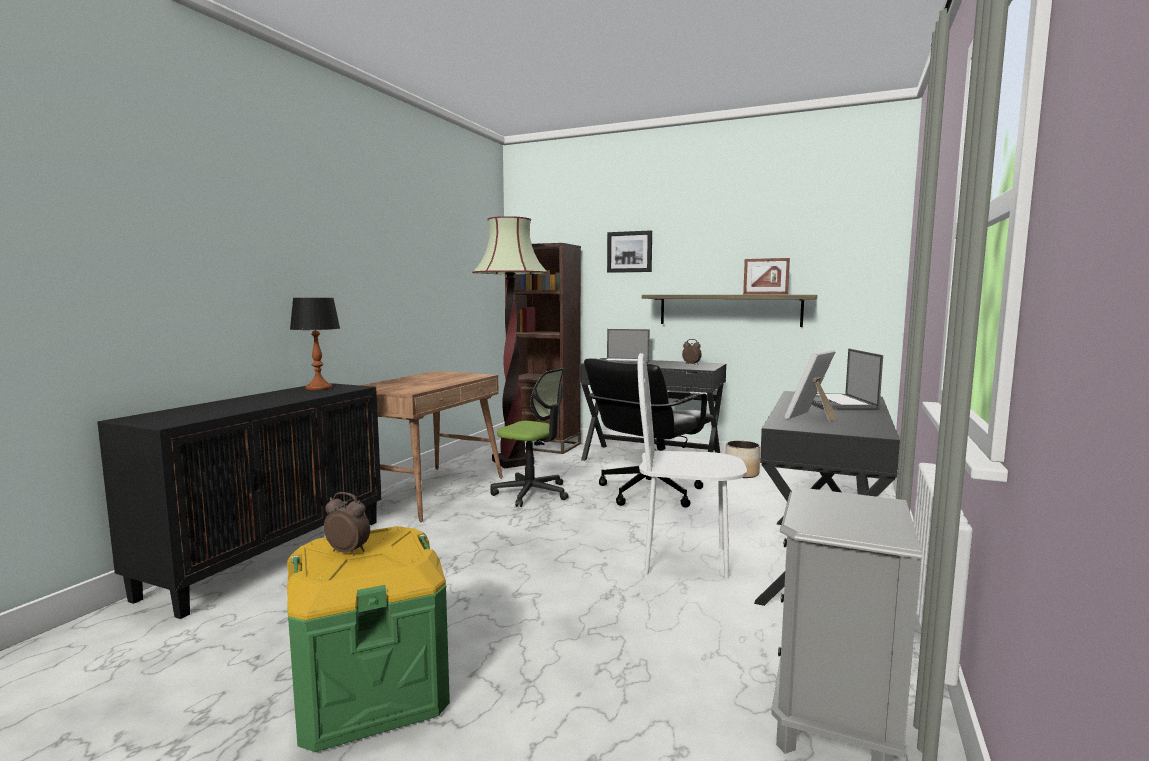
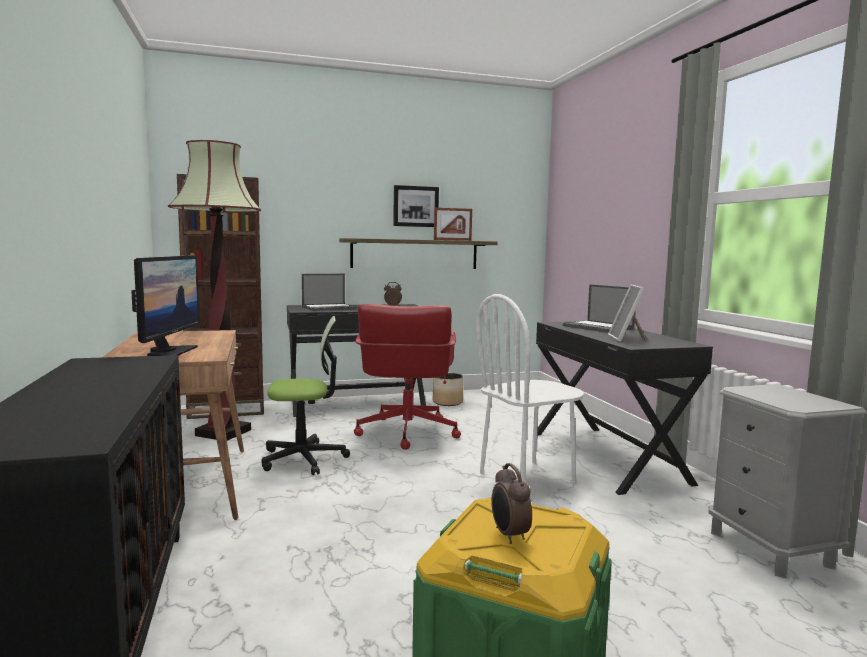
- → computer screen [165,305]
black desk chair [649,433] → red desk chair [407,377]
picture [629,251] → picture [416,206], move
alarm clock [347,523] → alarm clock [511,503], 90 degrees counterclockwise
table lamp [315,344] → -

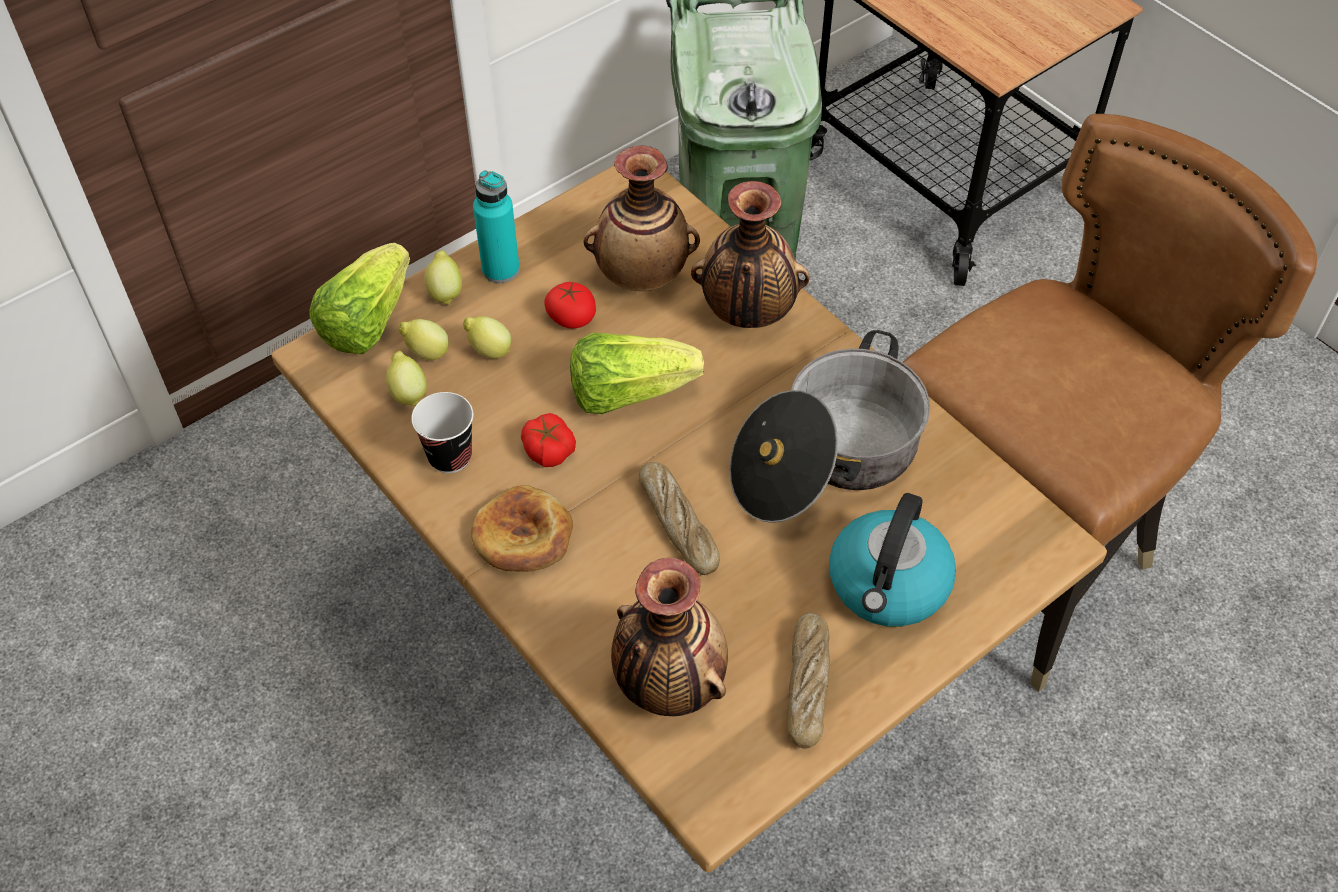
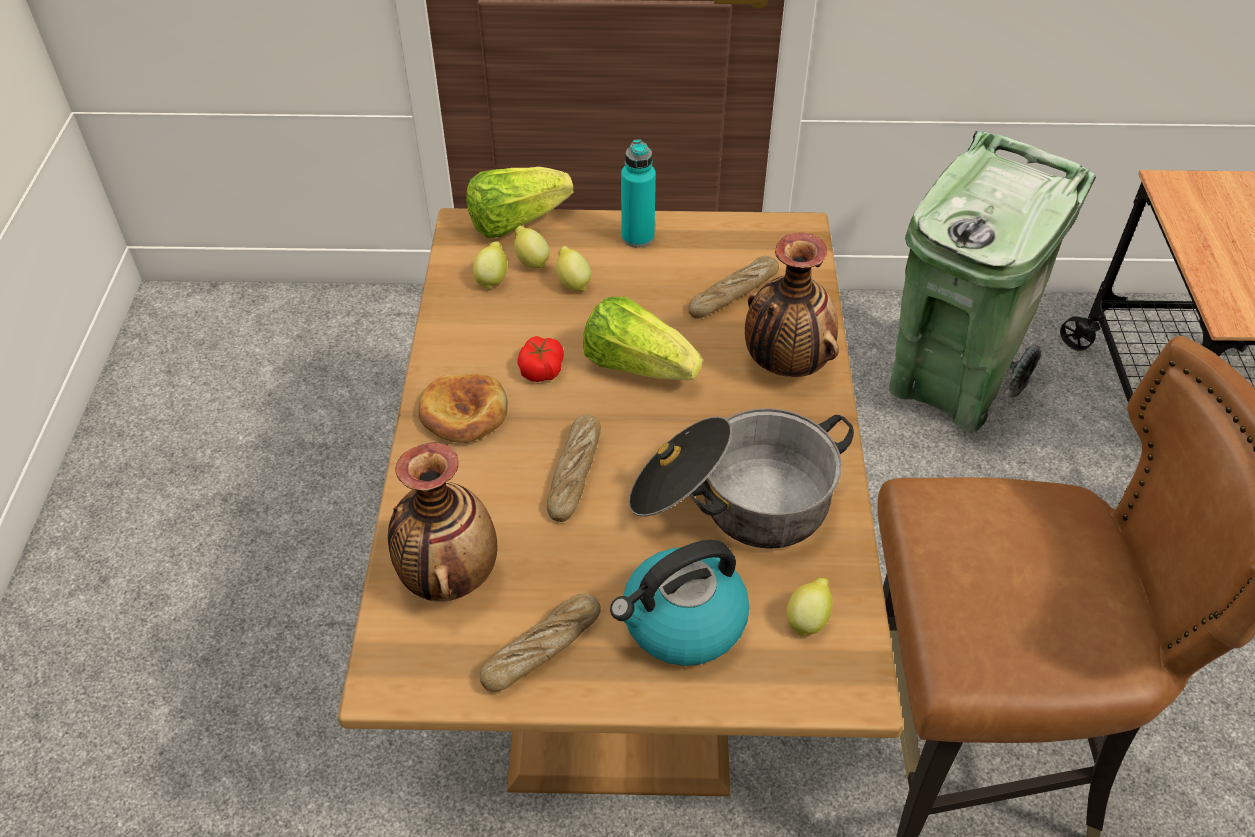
vase [642,218] → baked bread [733,287]
whole lemon [443,277] → whole lemon [809,607], move
drinking cup [442,432] → -
tomato [570,305] → -

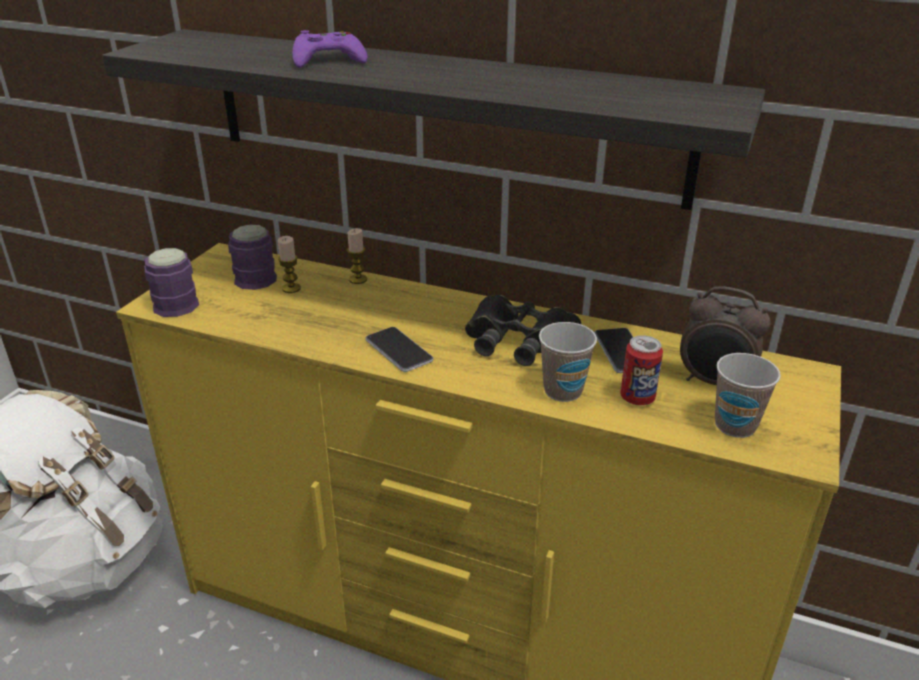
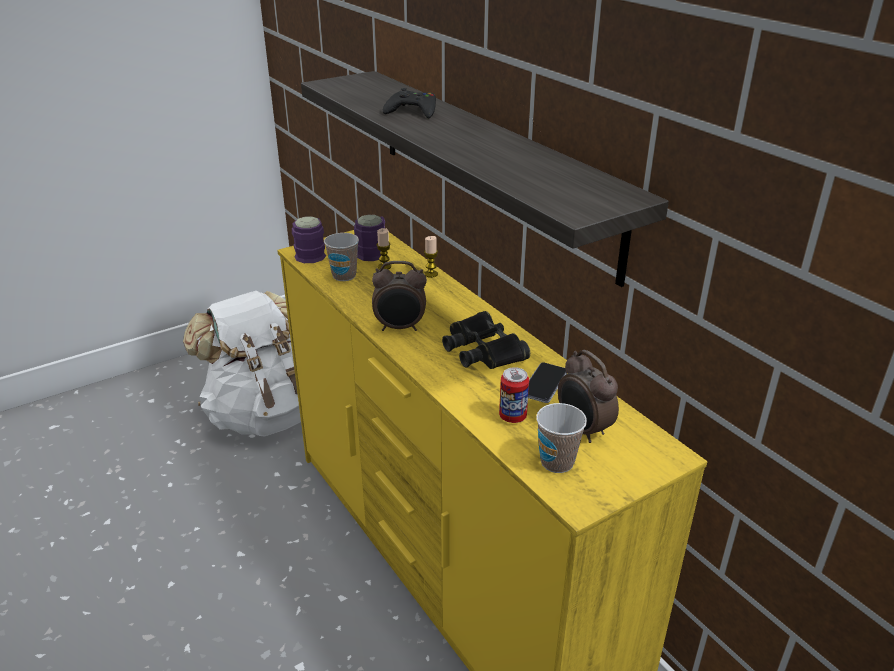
drinking cup [568,362] → drinking cup [341,257], move
phone [399,349] → alarm clock [399,296]
purple gamepad [330,49] → black gamepad [409,103]

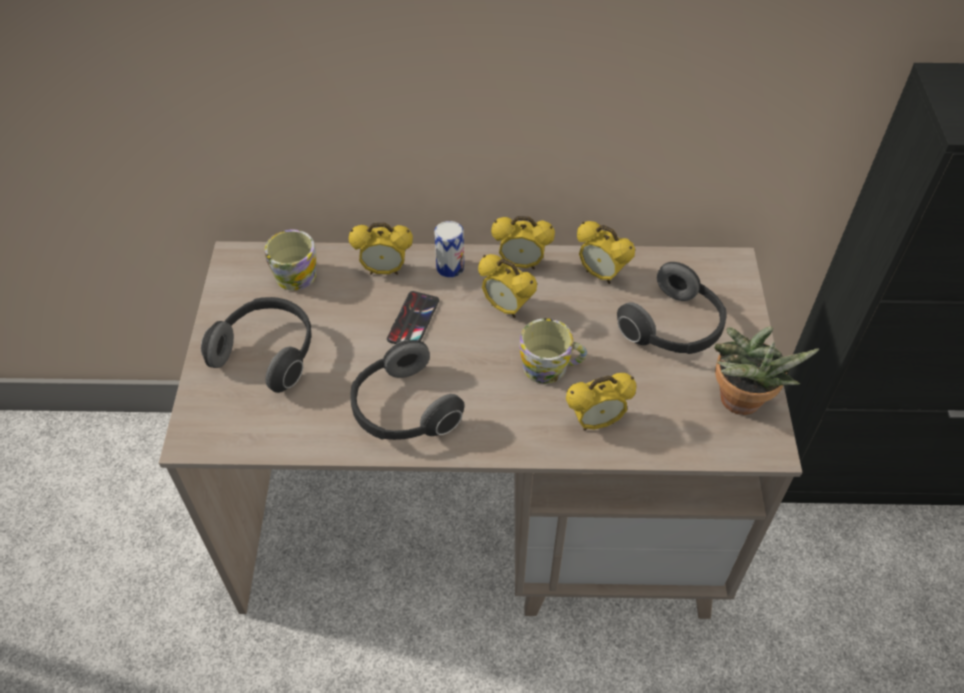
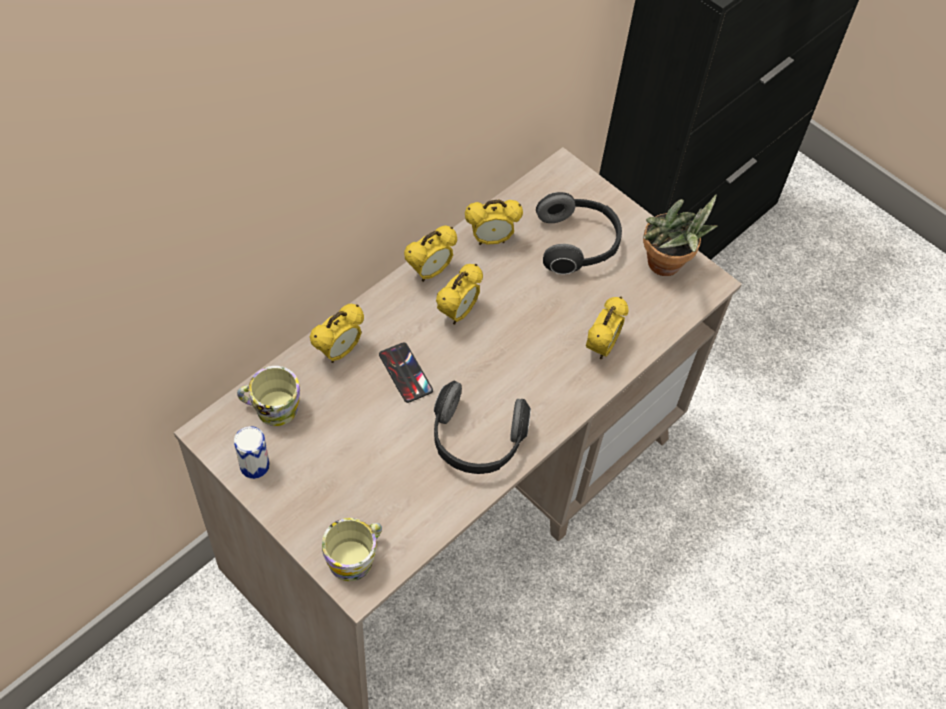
can [449,249] → can [252,452], move
coffee mug [553,351] → coffee mug [352,549], move
alarm clock [507,286] → alarm clock [459,294], 45 degrees counterclockwise
headset [256,345] → -

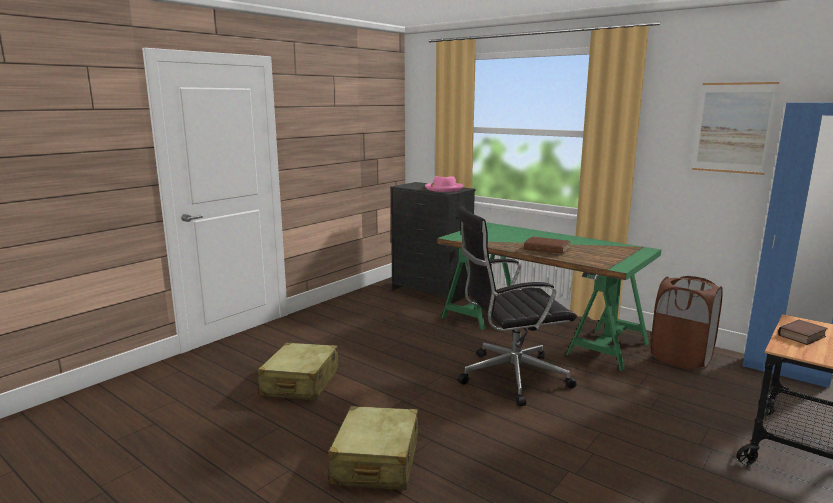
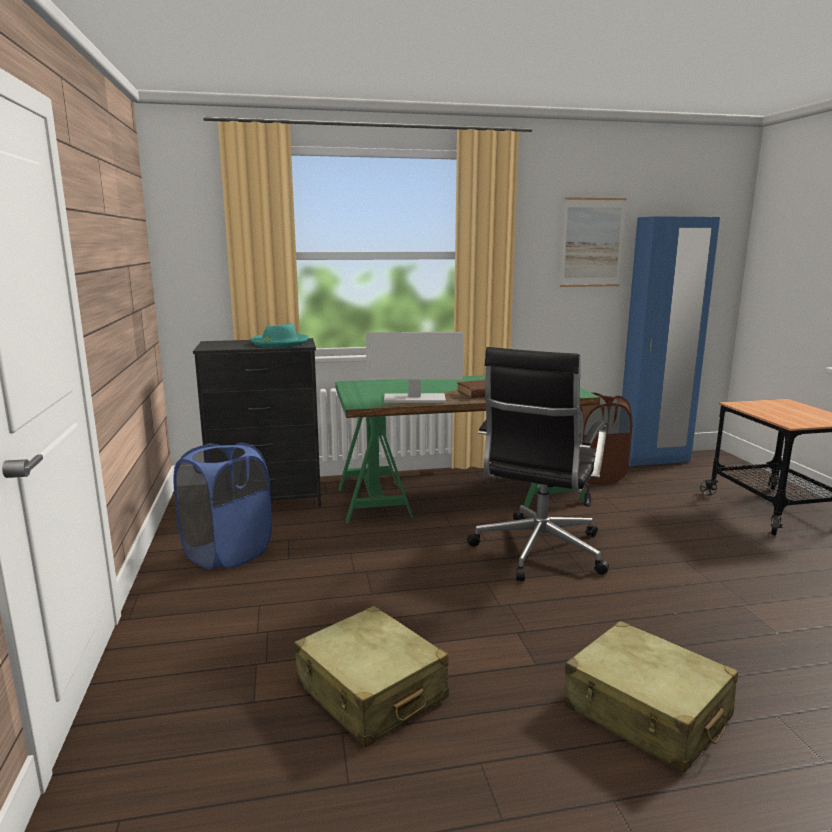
- → blue-coloured laundry basket [222,506]
pink-coloured hat [444,184] → blue-green hat [280,335]
- → computer screen [414,367]
bound book [803,332] → -

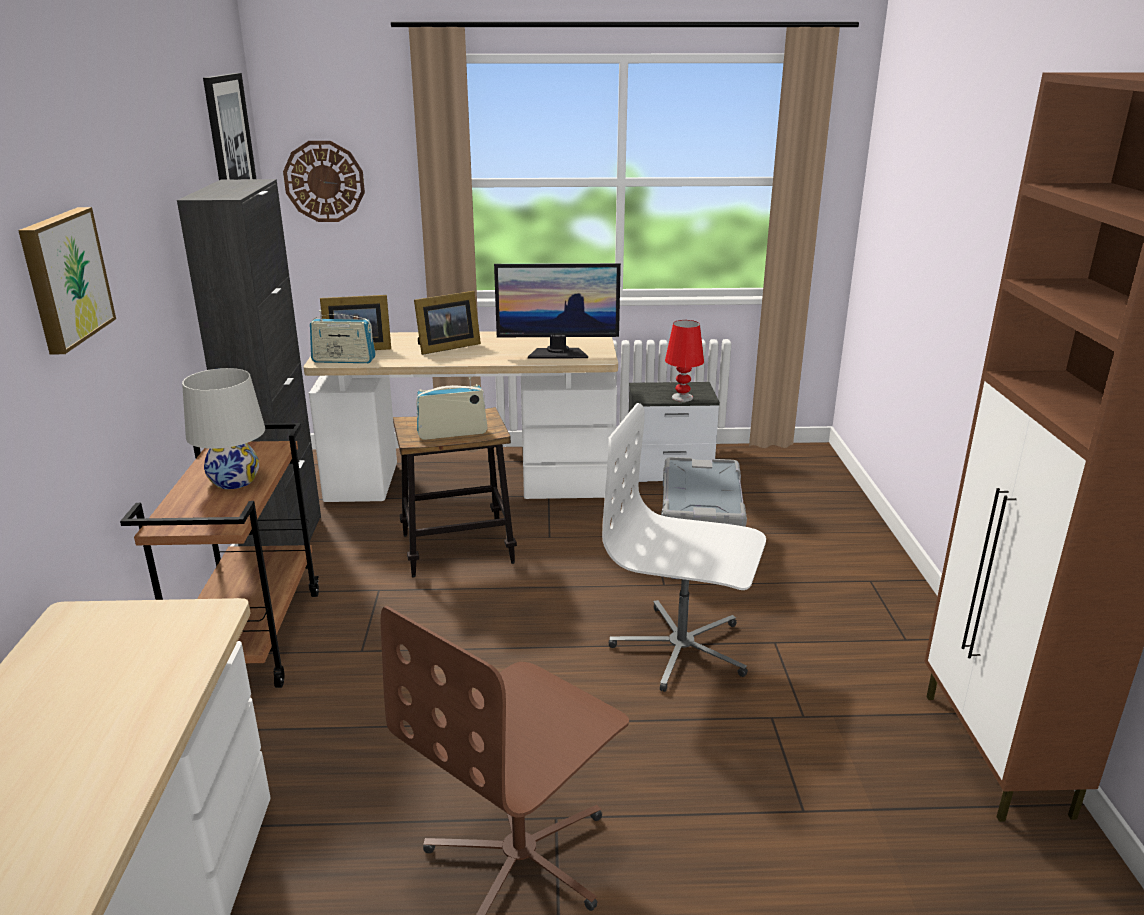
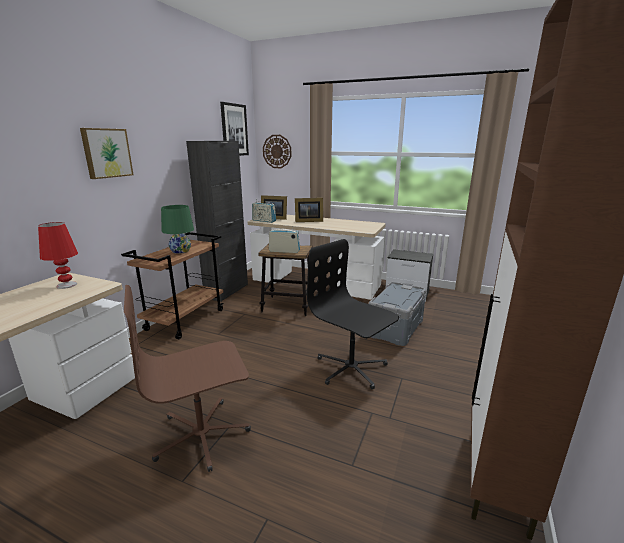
red table lamp [684,361] → red table lamp [58,255], move
whitish table lamp [223,428] → green table lamp [177,229]
whitish desk chair [684,547] → black desk chair [353,314]
computer screen [557,311] → -

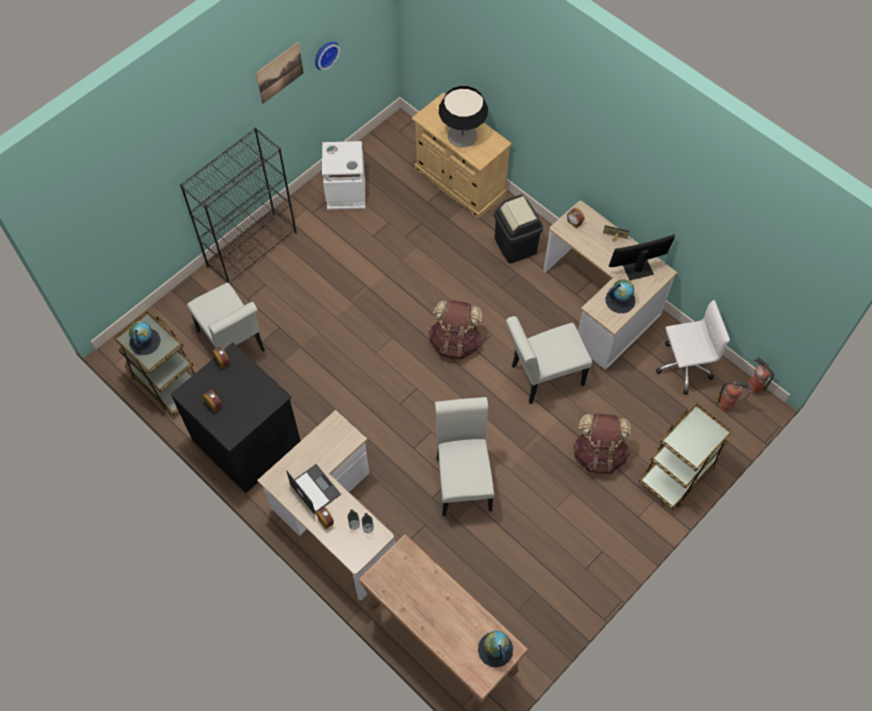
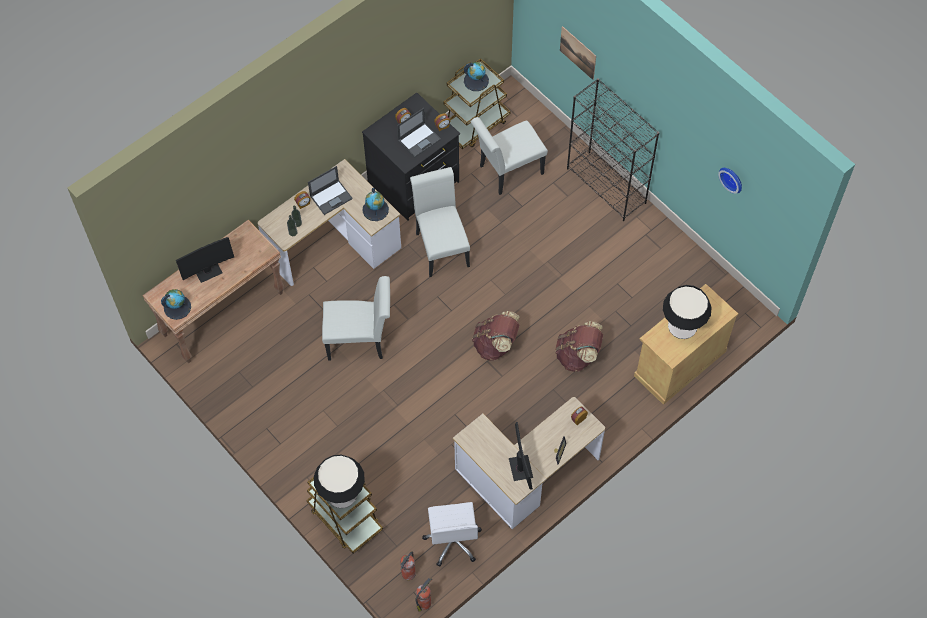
- → computer screen [205,260]
- → table lamp [339,481]
desk globe [620,296] → desk globe [375,204], move
- → laptop [419,132]
whitish chair [549,360] → whitish chair [440,222], move
brownish knapsack [602,443] → brownish knapsack [579,346], move
picture [280,73] → picture [578,53], move
whitish waste bin [343,175] → -
black waste bin [518,228] → -

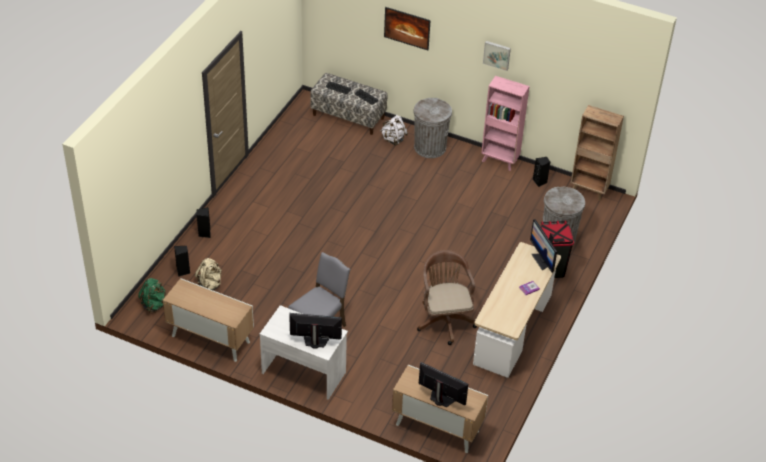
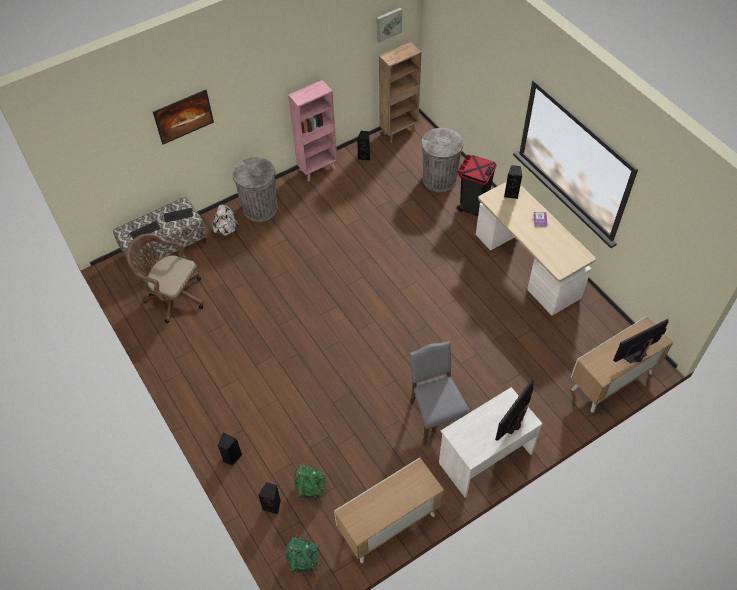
brownish desk chair [447,297] → brownish desk chair [165,278], move
beige-coloured knapsack [208,274] → green knapsack [310,481]
picture [497,56] → picture [389,25], move
computer screen [543,246] → black speaker [513,182]

